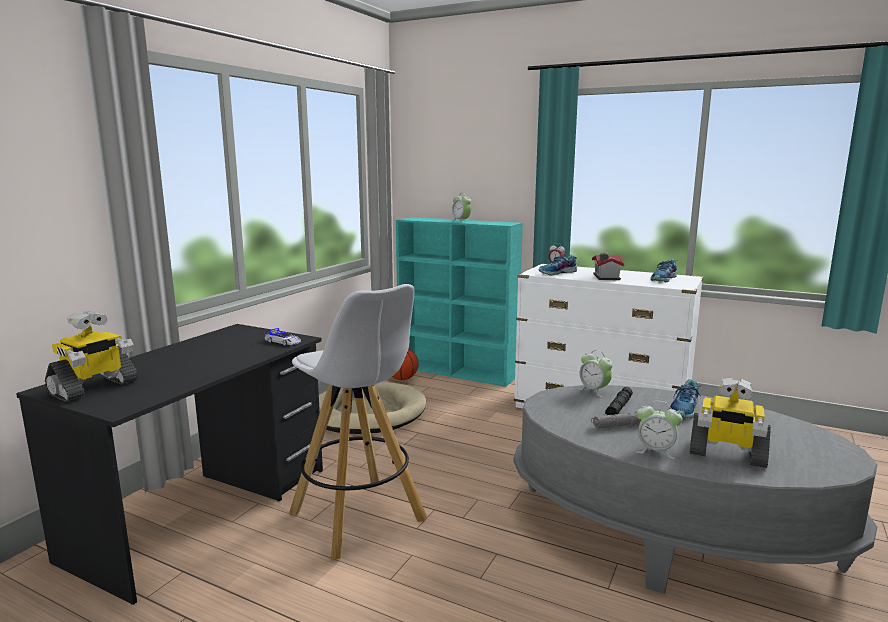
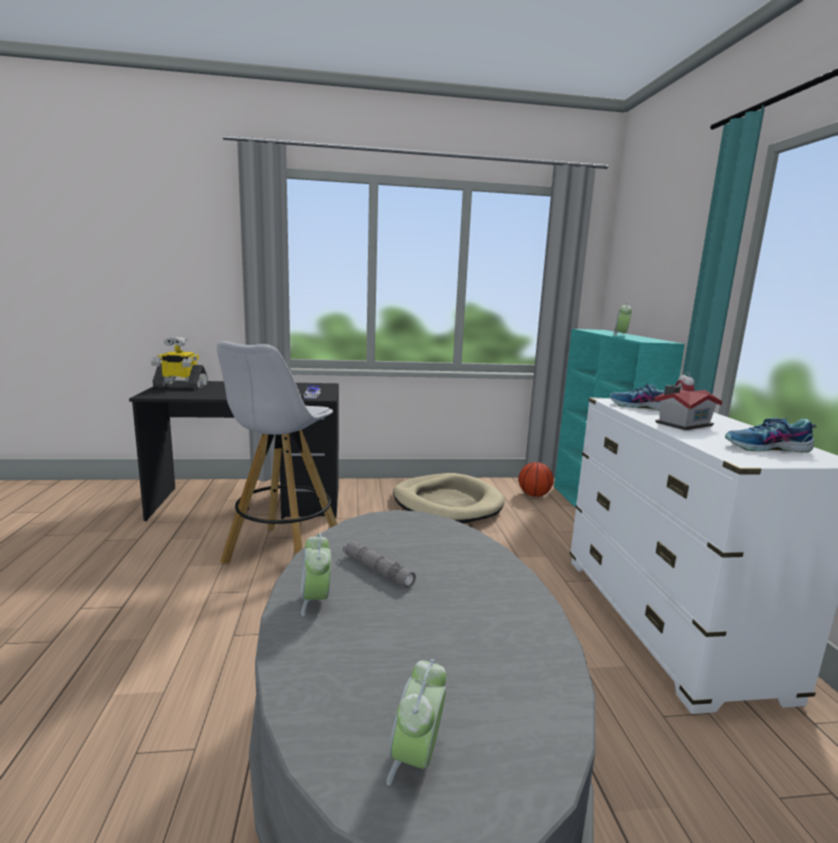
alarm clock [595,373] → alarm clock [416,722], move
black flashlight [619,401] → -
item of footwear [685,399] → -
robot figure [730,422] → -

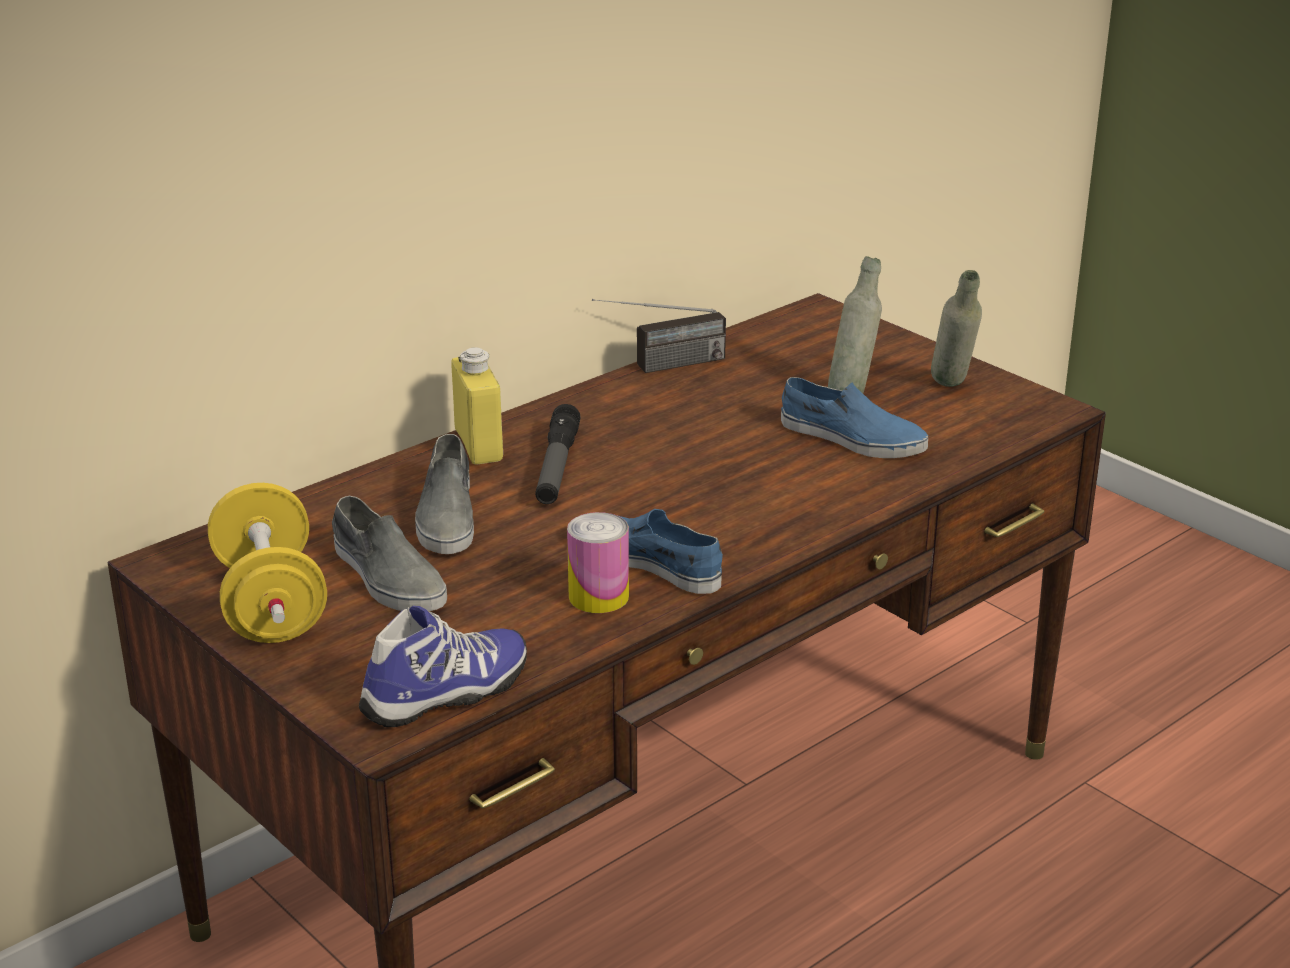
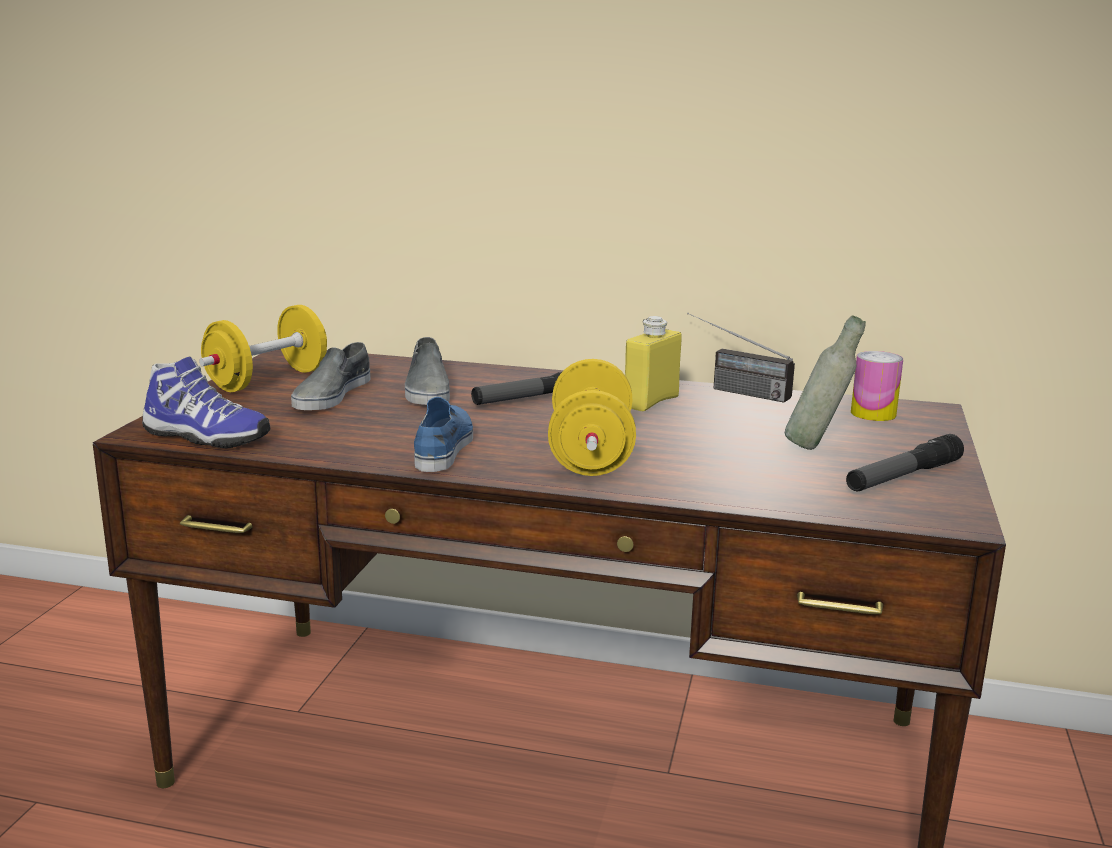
greyish item of footwear [444,494] → greyish item of footwear [427,371], 60 degrees counterclockwise
- → yellowish free weight [592,417]
yellowish bottle [477,406] → yellowish bottle [653,364], move
greyish bottle [956,328] → flashlight [905,463]
can [598,562] → can [877,386], move
blue-coloured item of footwear [854,417] → -

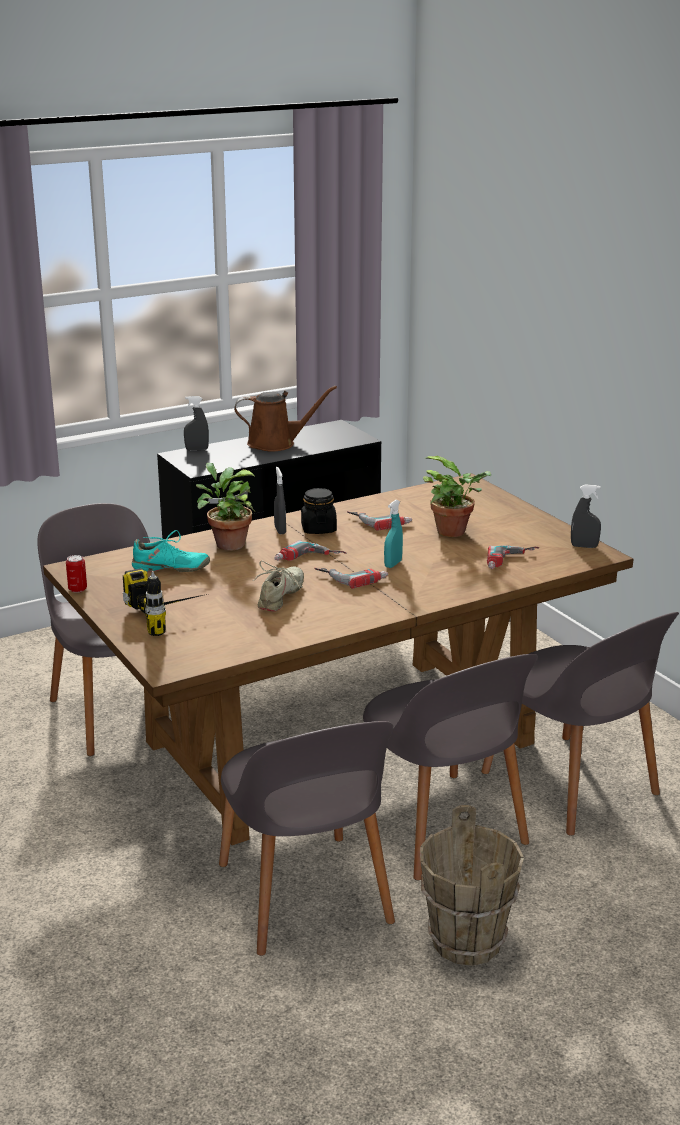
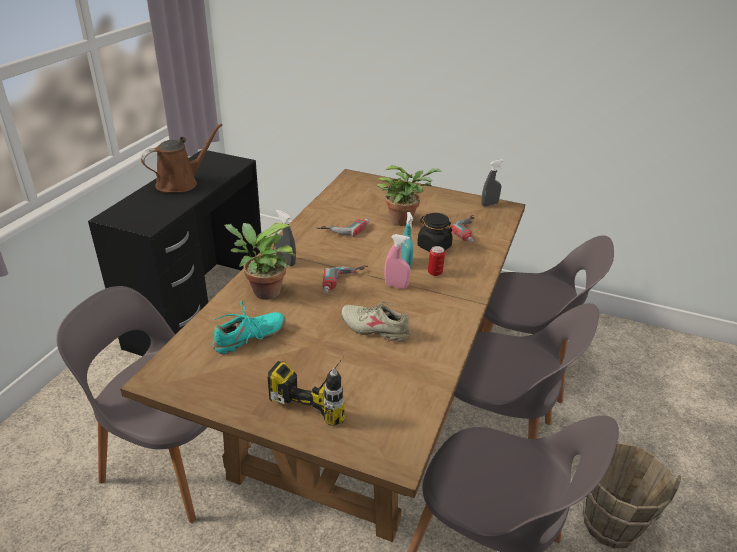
beige-coloured item of footwear [278,586] → beige-coloured item of footwear [376,322], 45 degrees counterclockwise
electric drill [351,578] → pink-coloured spray bottle [398,261]
black preserve jar [319,511] → black preserve jar [435,232], move
can [76,574] → can [436,261], move
greyish spray bottle [196,423] → -

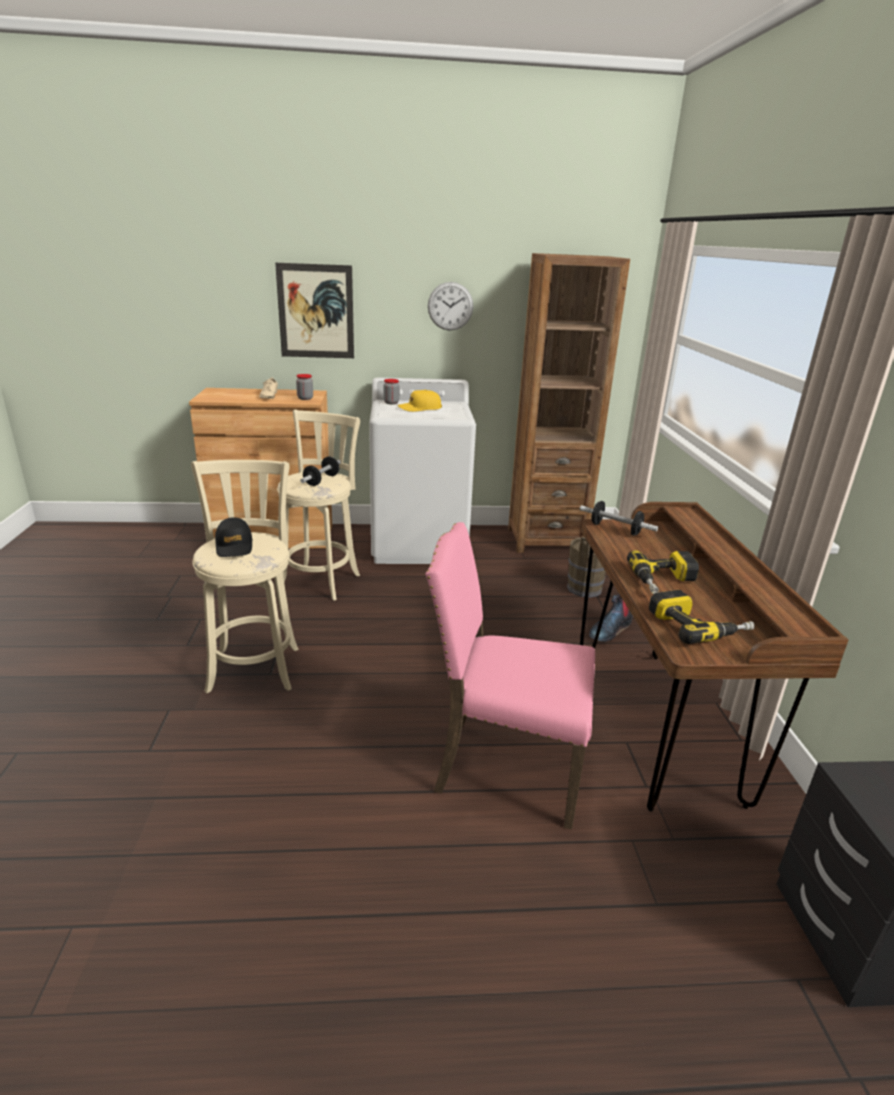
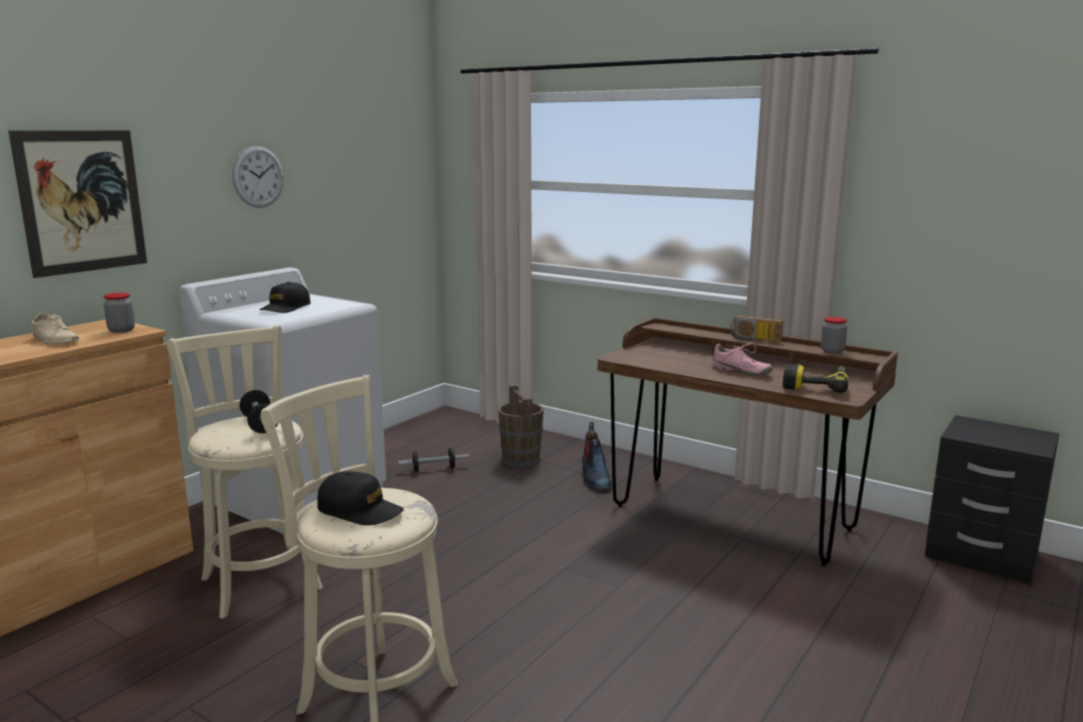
yellowish baseball cap [420,401] → black baseball cap [285,297]
free weight [619,518] → free weight [433,459], move
electric drill [663,572] → pink-coloured item of footwear [742,359]
- → radio [756,329]
preserve jar [391,391] → preserve jar [834,335], move
pink-coloured chair [510,675] → -
brownish shelving unit [569,403] → -

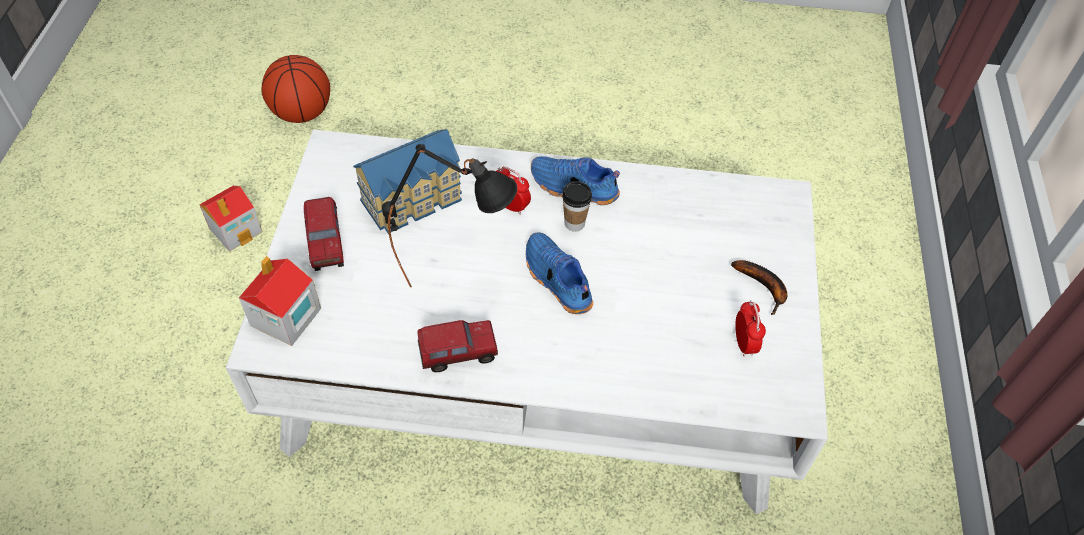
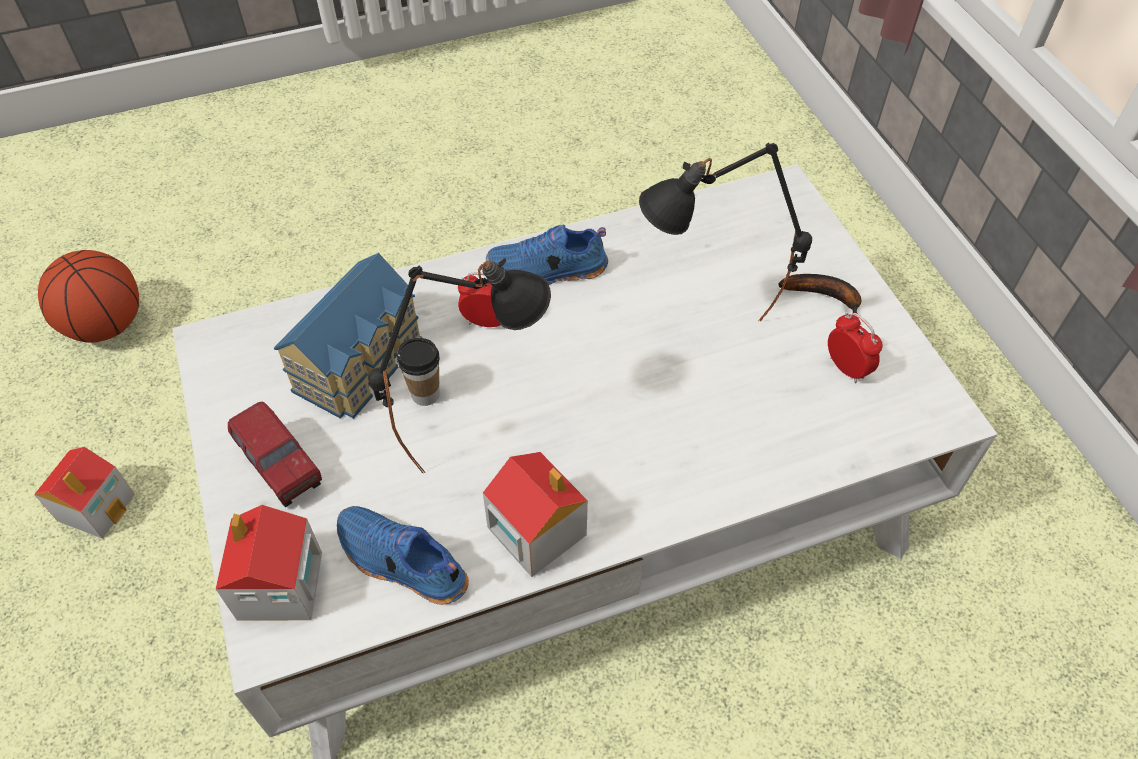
blue-coloured item of footwear [559,273] → blue-coloured item of footwear [403,555], move
drinking cup [577,206] → drinking cup [418,372], move
toy truck [457,346] → model house [535,514]
- → black table lamp [725,232]

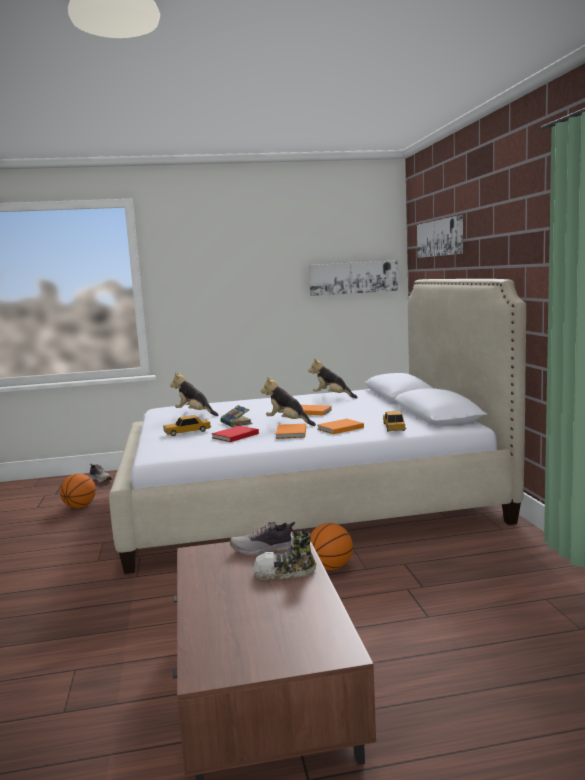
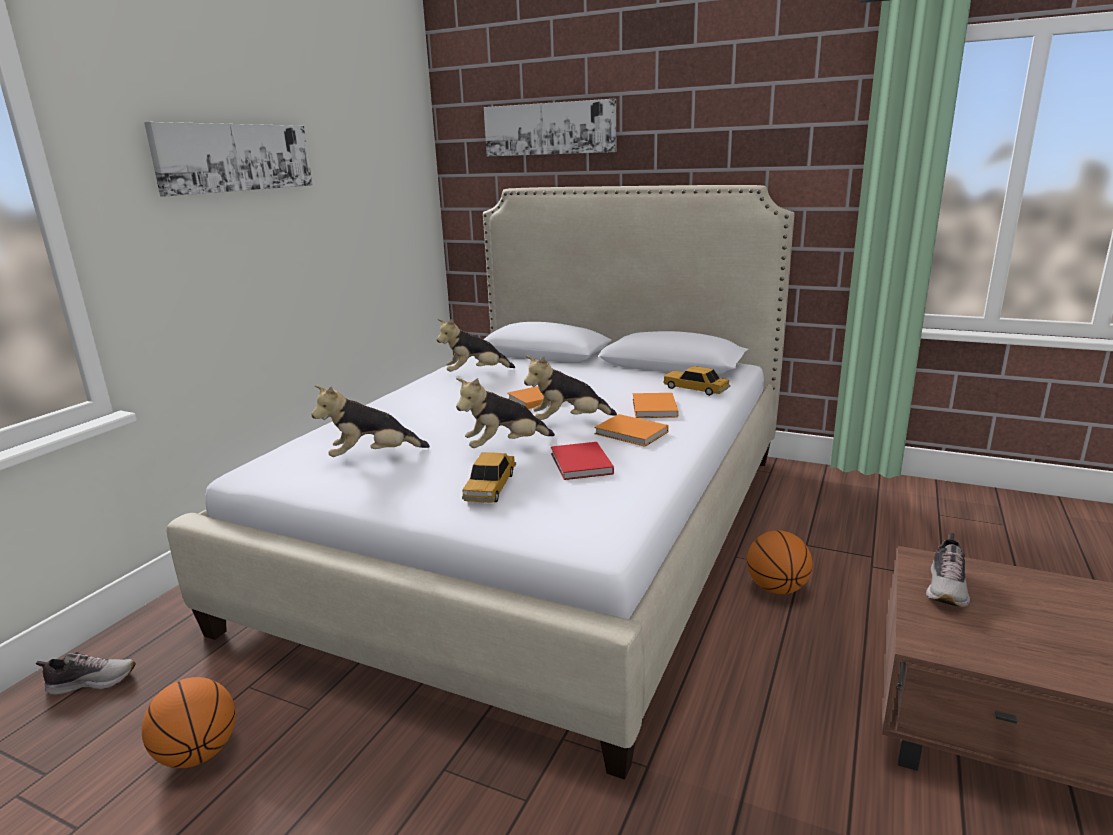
picture [353,278] → picture [228,159], move
bound book [236,416] → cuddly toy [505,413]
item of footwear [284,555] → -

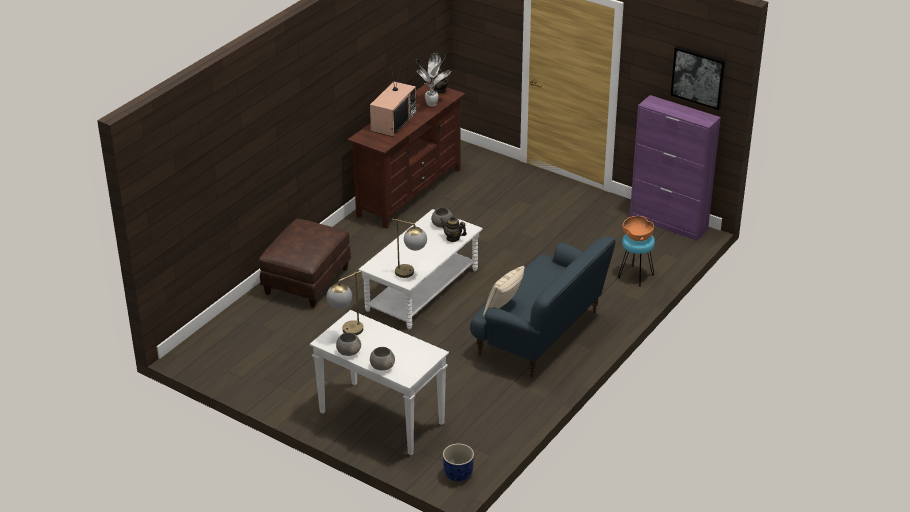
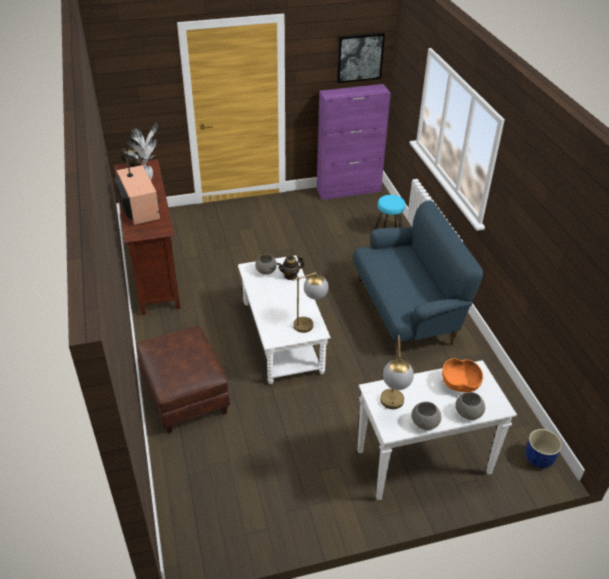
orange-coloured bowl [638,228] → orange-coloured bowl [462,375], move
beige-coloured throw pillow [504,291] → -

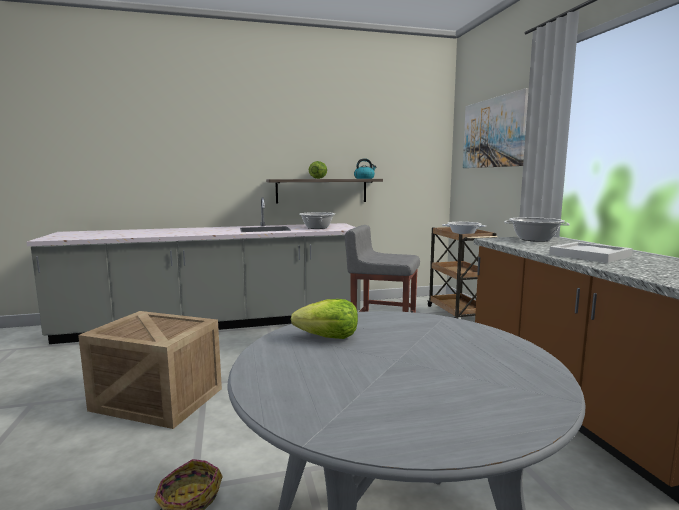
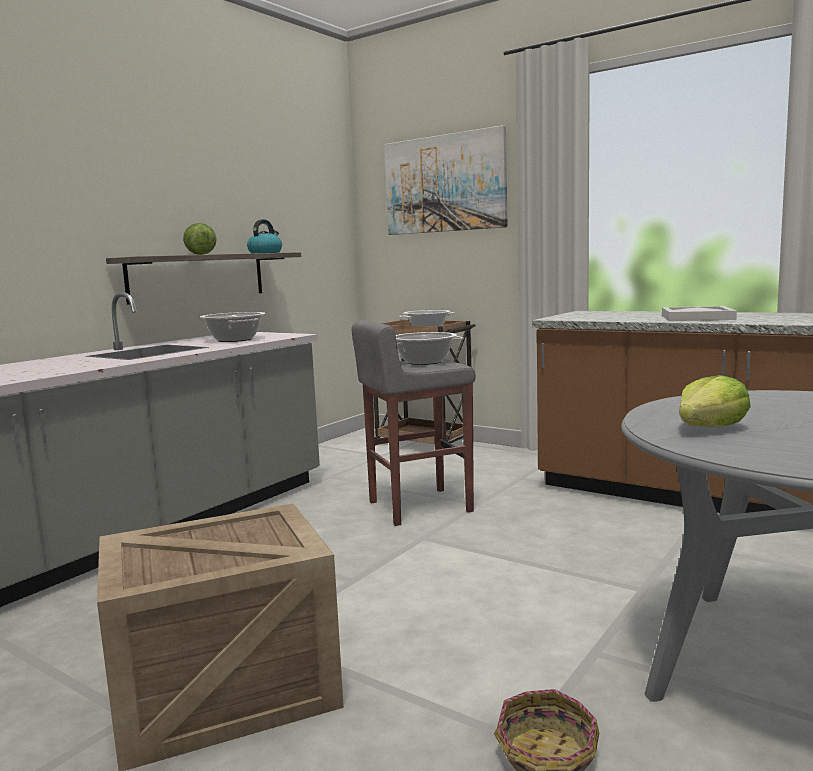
saucepot [537,229] → saucepot [430,348], move

